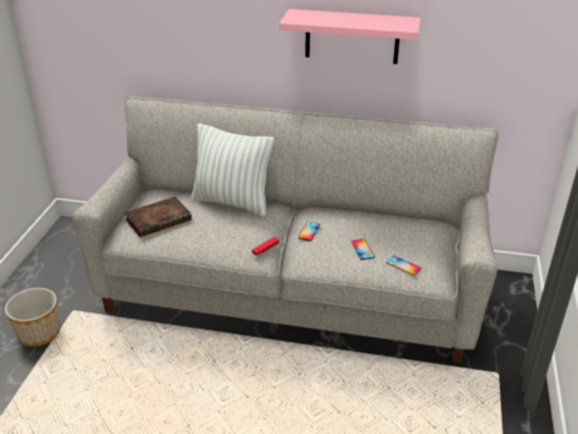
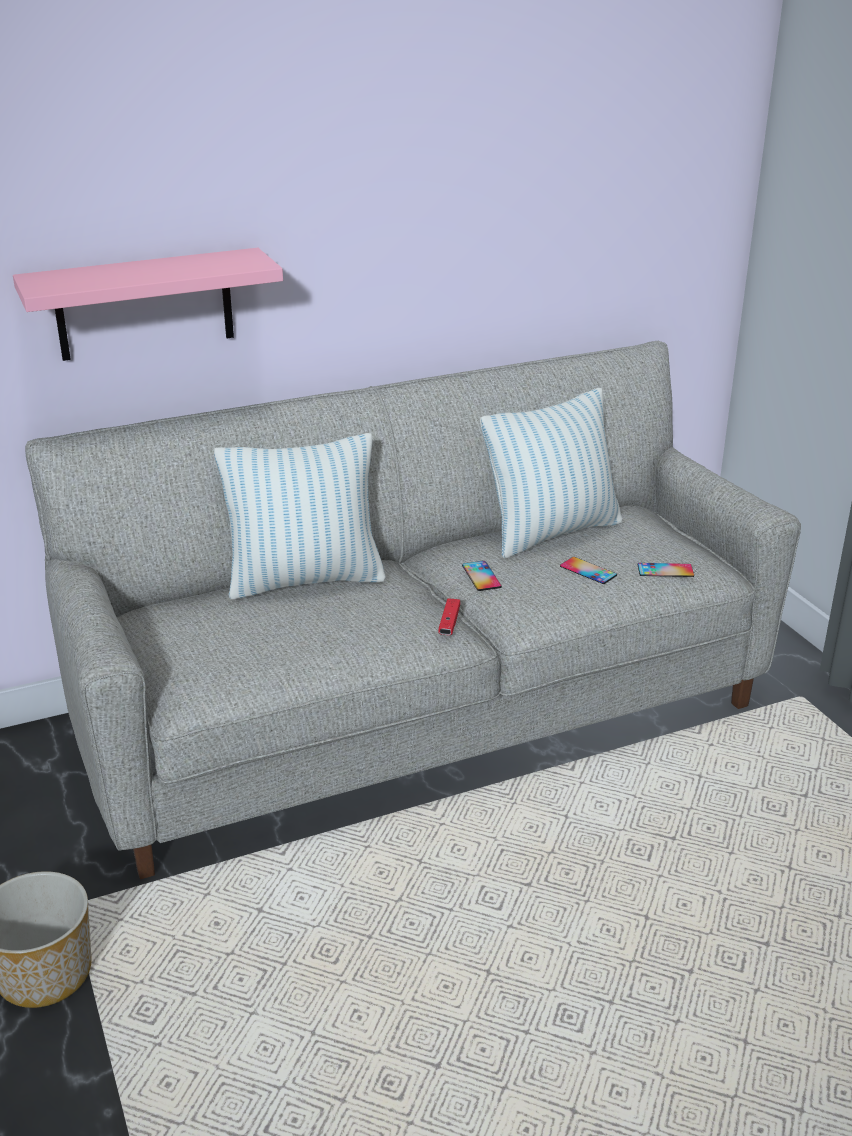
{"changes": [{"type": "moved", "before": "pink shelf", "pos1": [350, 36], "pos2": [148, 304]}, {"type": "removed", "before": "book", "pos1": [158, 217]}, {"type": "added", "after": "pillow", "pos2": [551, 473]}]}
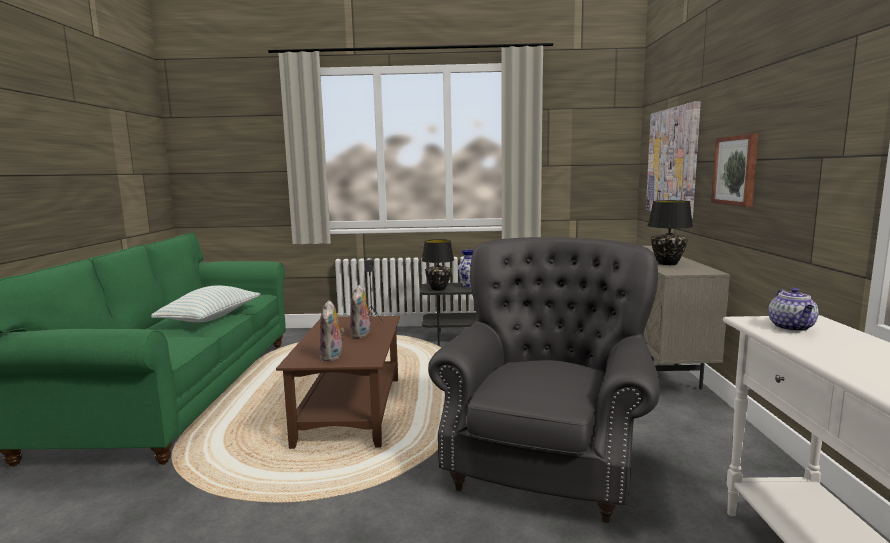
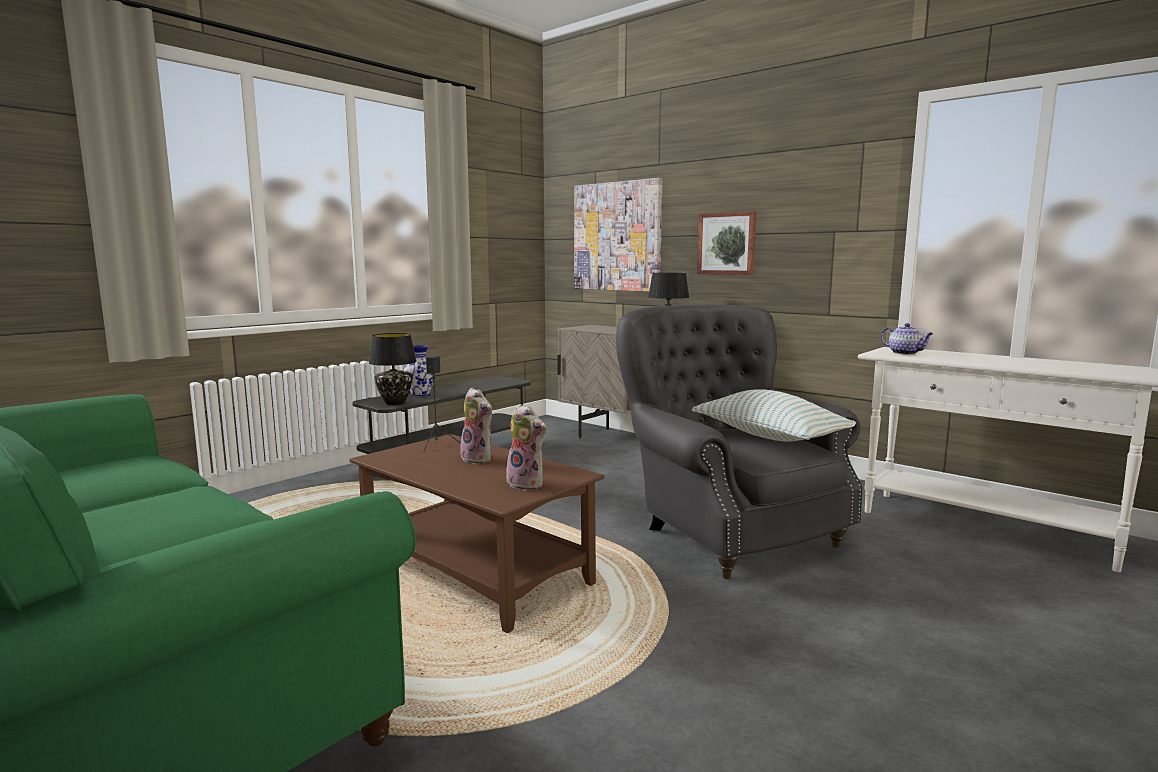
{"changes": [{"type": "moved", "before": "pillow", "pos1": [205, 304], "pos2": [774, 415]}]}
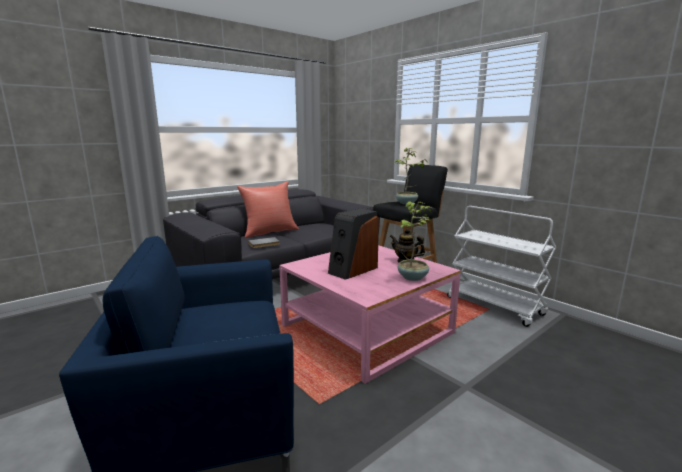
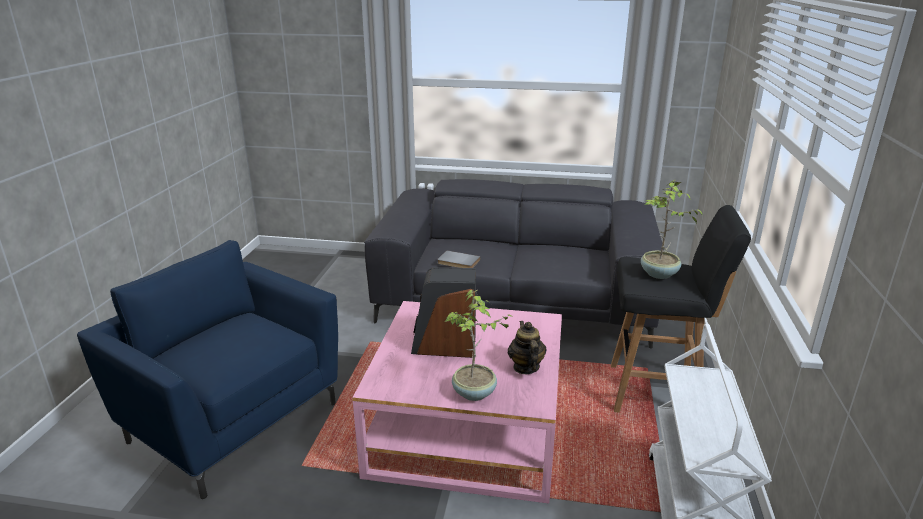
{"changes": [{"type": "removed", "before": "red pillow", "pos1": [268, 209]}]}
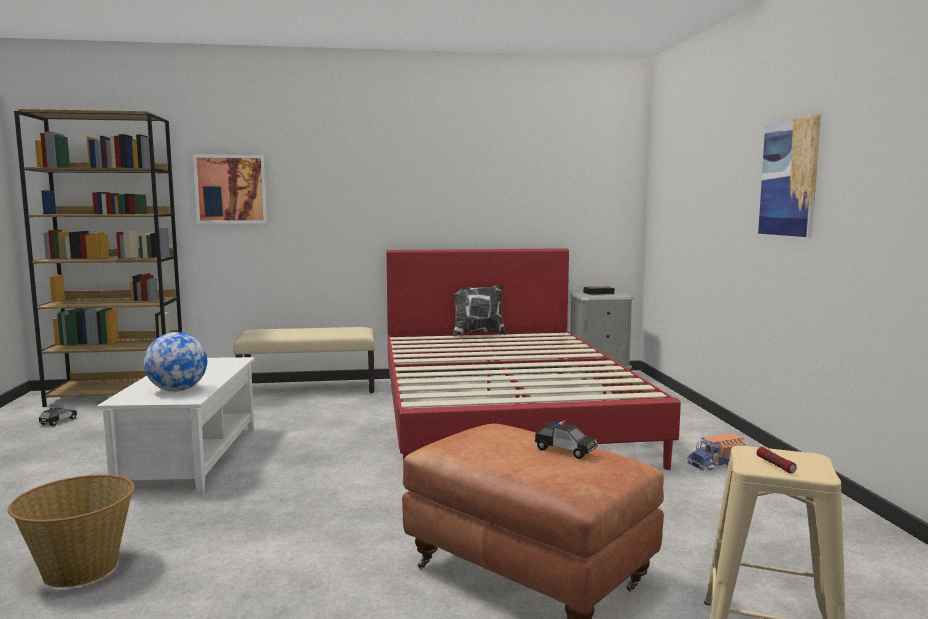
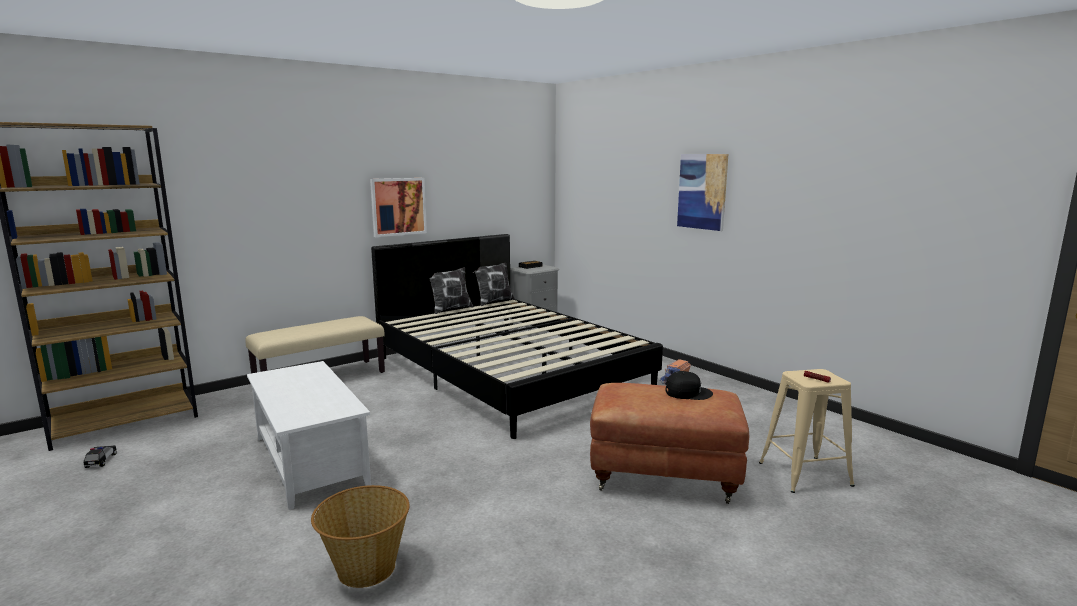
{"changes": [{"type": "moved", "before": "picture", "pos1": [230, 189], "pos2": [398, 207]}, {"type": "recoloured", "before": "red bed", "after": "black bed", "pos1": [533, 359], "pos2": [517, 336]}, {"type": "removed", "before": "globe", "pos1": [175, 361]}, {"type": "replaced", "before": "toy car", "after": "black cap", "pos1": [566, 440], "pos2": [689, 385]}, {"type": "added", "after": "pillow", "pos2": [493, 284]}]}
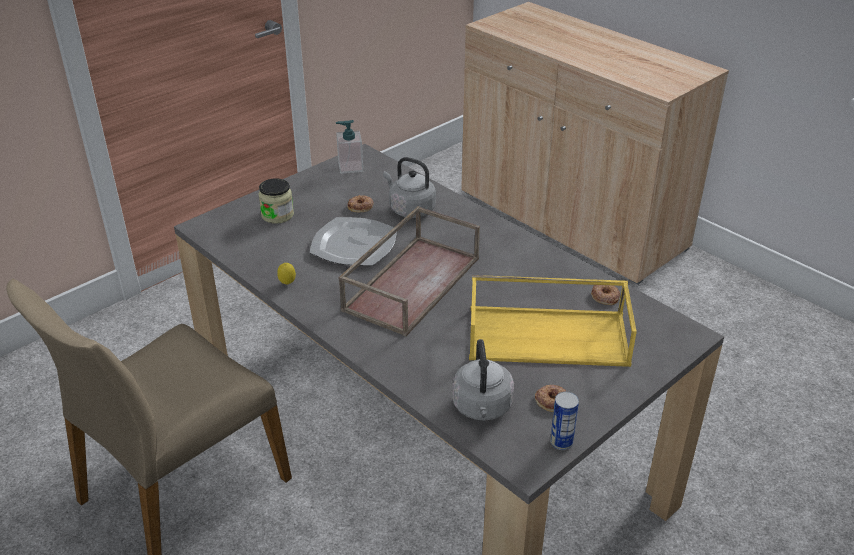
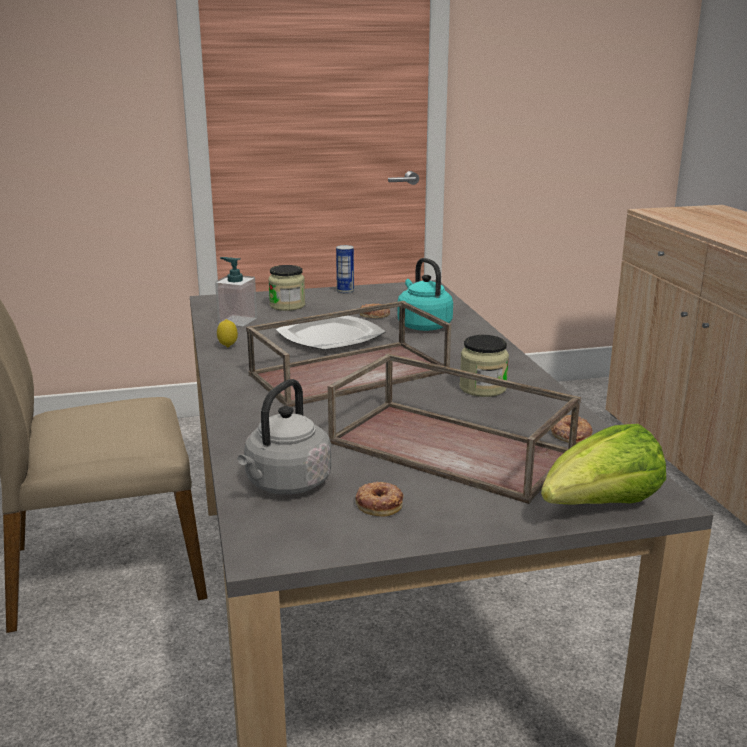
{"changes": [{"type": "moved", "before": "soap dispenser", "pos1": [349, 147], "pos2": [236, 291]}, {"type": "recoloured", "before": "grey kettle", "after": "turquoise kettle", "pos1": [409, 187], "pos2": [425, 294]}, {"type": "recoloured", "before": "yellow tray", "after": "brown tray", "pos1": [553, 321], "pos2": [454, 428]}, {"type": "moved", "before": "can", "pos1": [564, 421], "pos2": [345, 269]}, {"type": "added", "after": "jar", "pos2": [484, 366]}, {"type": "added", "after": "lettuce", "pos2": [603, 464]}]}
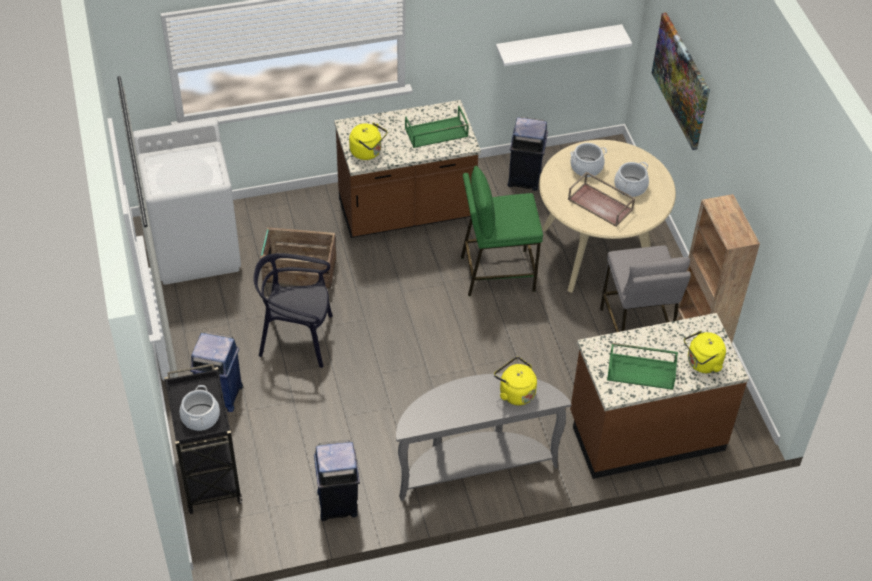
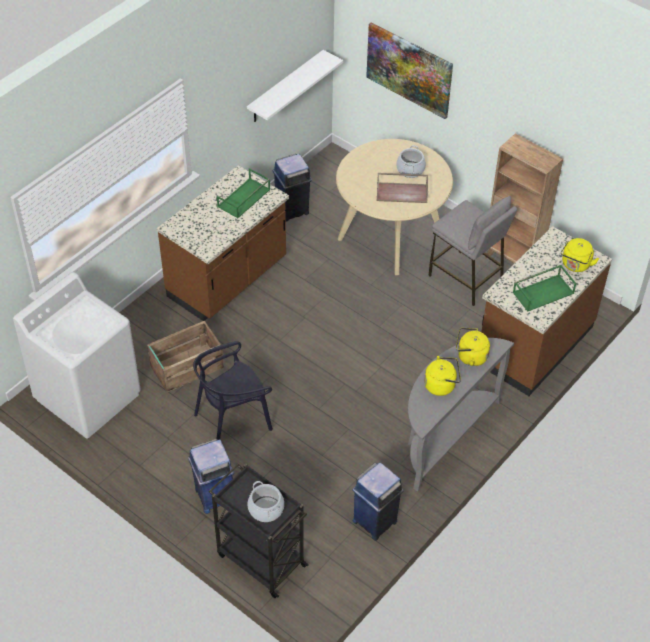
{"changes": [{"type": "moved", "before": "yellow kettle", "pos1": [368, 141], "pos2": [442, 376]}, {"type": "removed", "before": "cooking pot", "pos1": [588, 160]}, {"type": "removed", "before": "green stool", "pos1": [502, 231]}]}
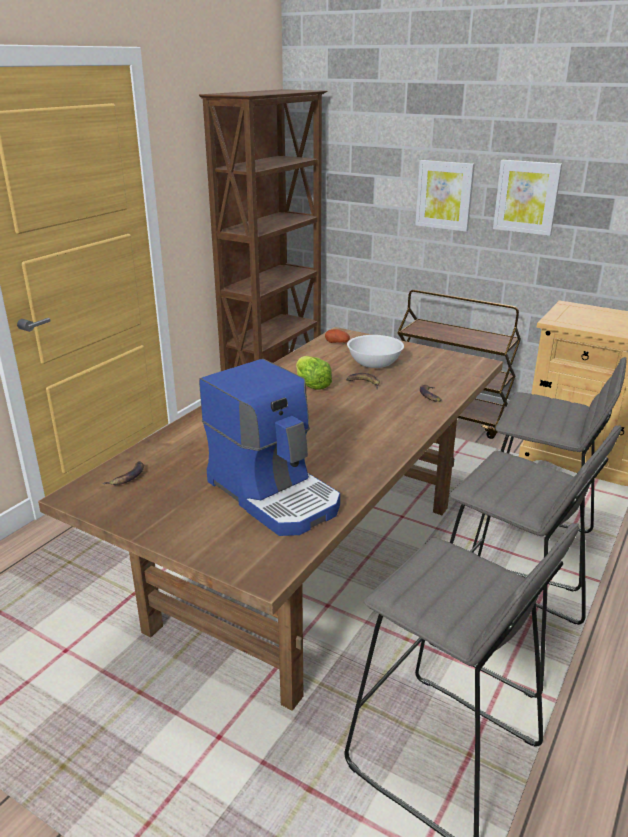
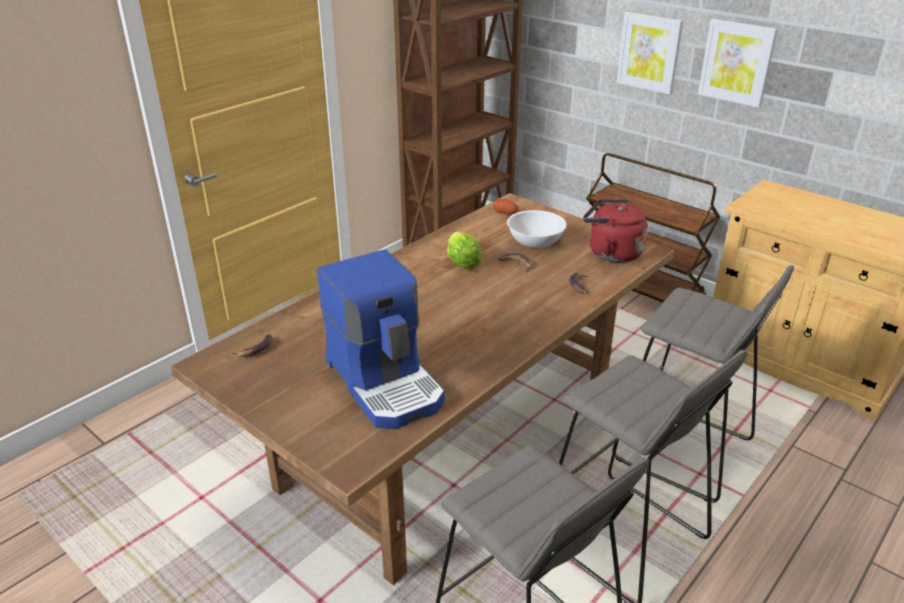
{"changes": [{"type": "added", "after": "red kettle", "pos2": [615, 231]}]}
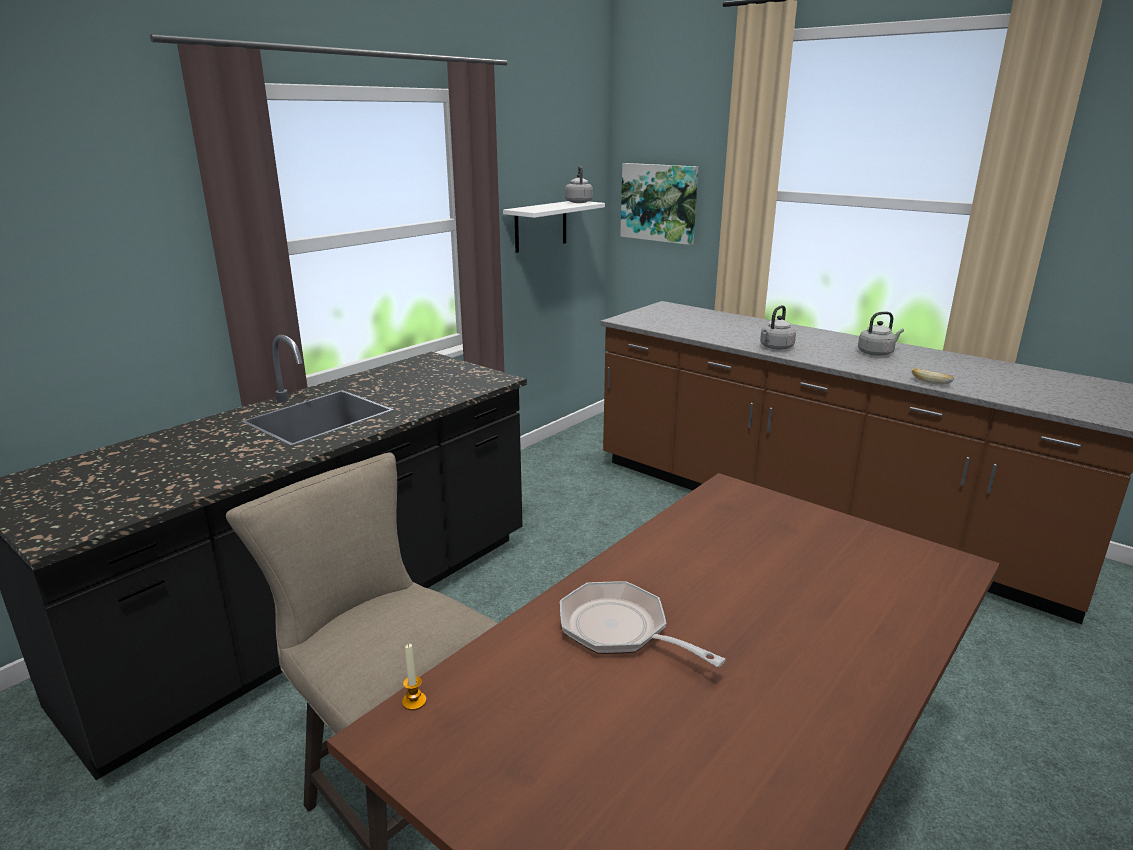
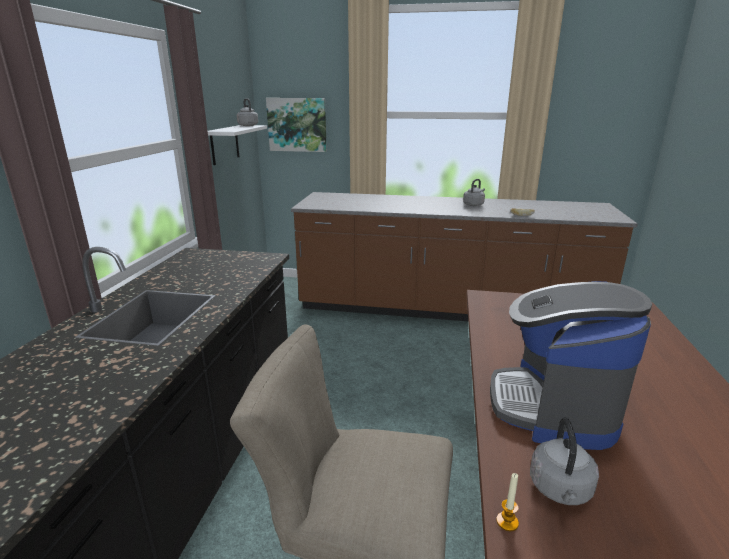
{"changes": [{"type": "moved", "before": "grey kettle", "pos1": [778, 327], "pos2": [564, 461]}, {"type": "replaced", "before": "frying pan", "after": "coffee machine", "pos1": [642, 624], "pos2": [571, 365]}]}
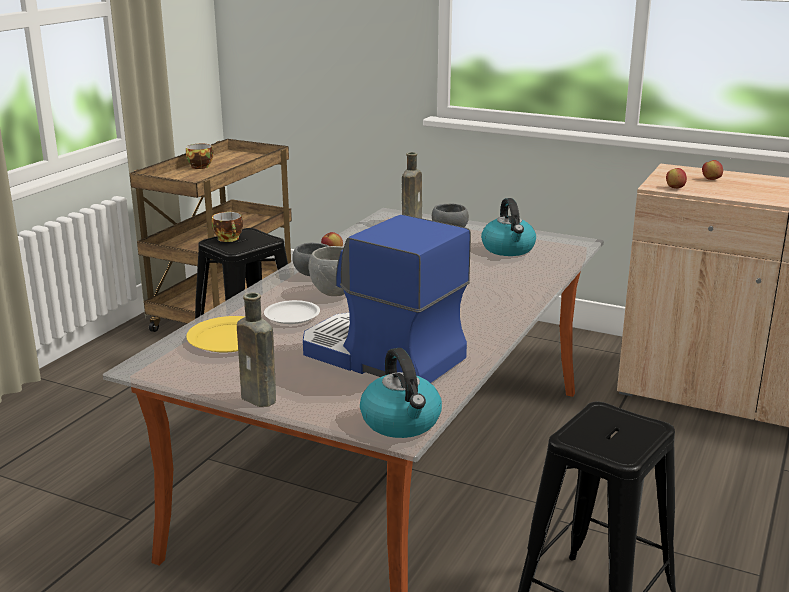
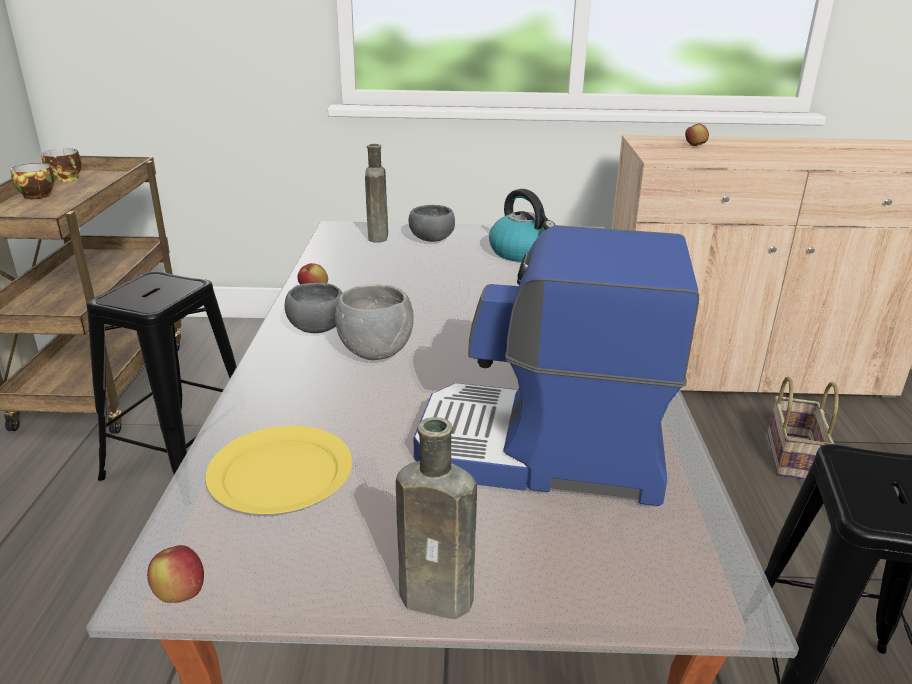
{"changes": [{"type": "moved", "before": "apple", "pos1": [676, 178], "pos2": [175, 574]}, {"type": "moved", "before": "cup", "pos1": [227, 227], "pos2": [61, 165]}, {"type": "removed", "before": "white plate", "pos1": [292, 312]}, {"type": "removed", "before": "kettle", "pos1": [401, 393]}, {"type": "added", "after": "basket", "pos2": [803, 428]}]}
